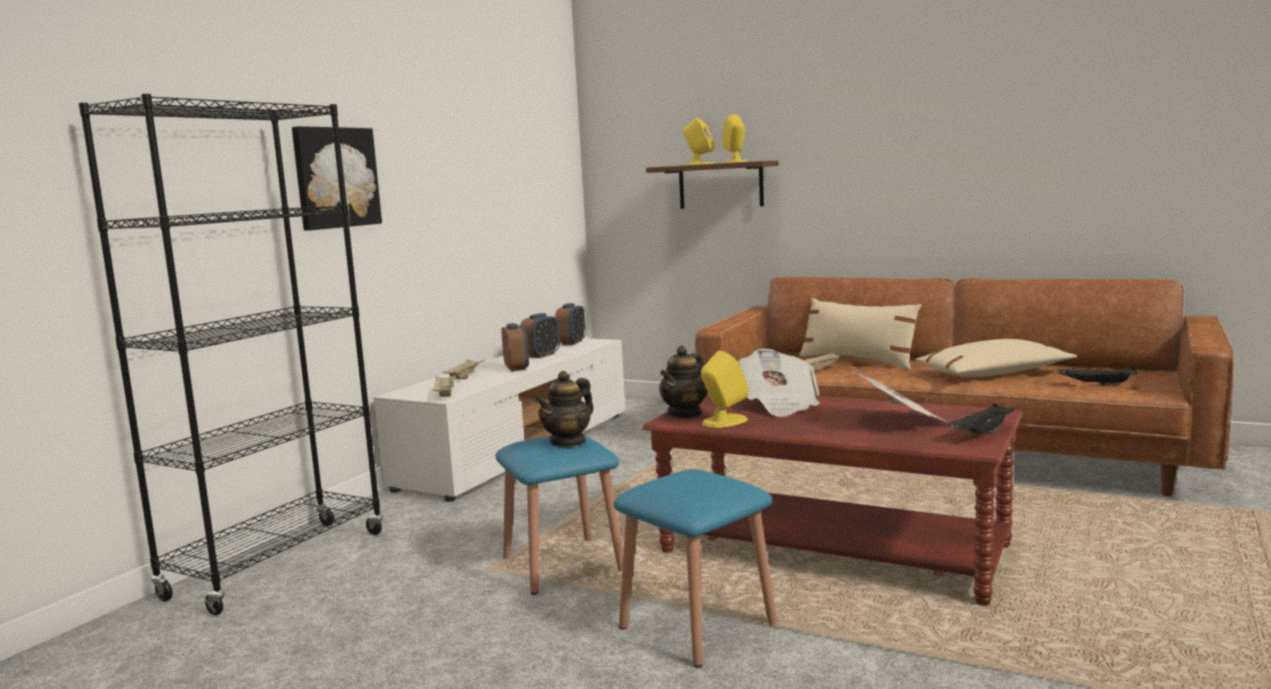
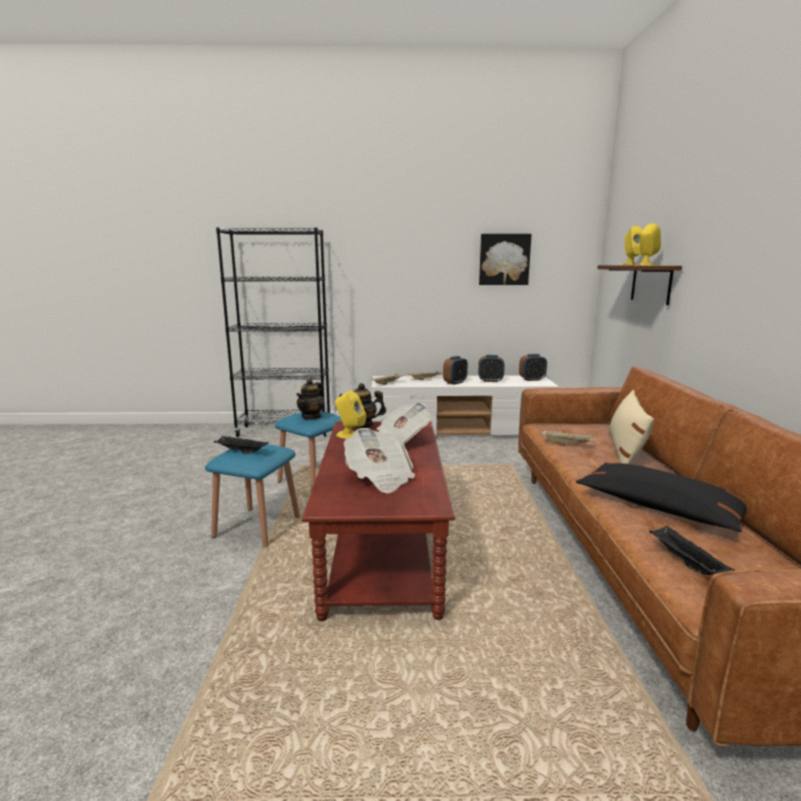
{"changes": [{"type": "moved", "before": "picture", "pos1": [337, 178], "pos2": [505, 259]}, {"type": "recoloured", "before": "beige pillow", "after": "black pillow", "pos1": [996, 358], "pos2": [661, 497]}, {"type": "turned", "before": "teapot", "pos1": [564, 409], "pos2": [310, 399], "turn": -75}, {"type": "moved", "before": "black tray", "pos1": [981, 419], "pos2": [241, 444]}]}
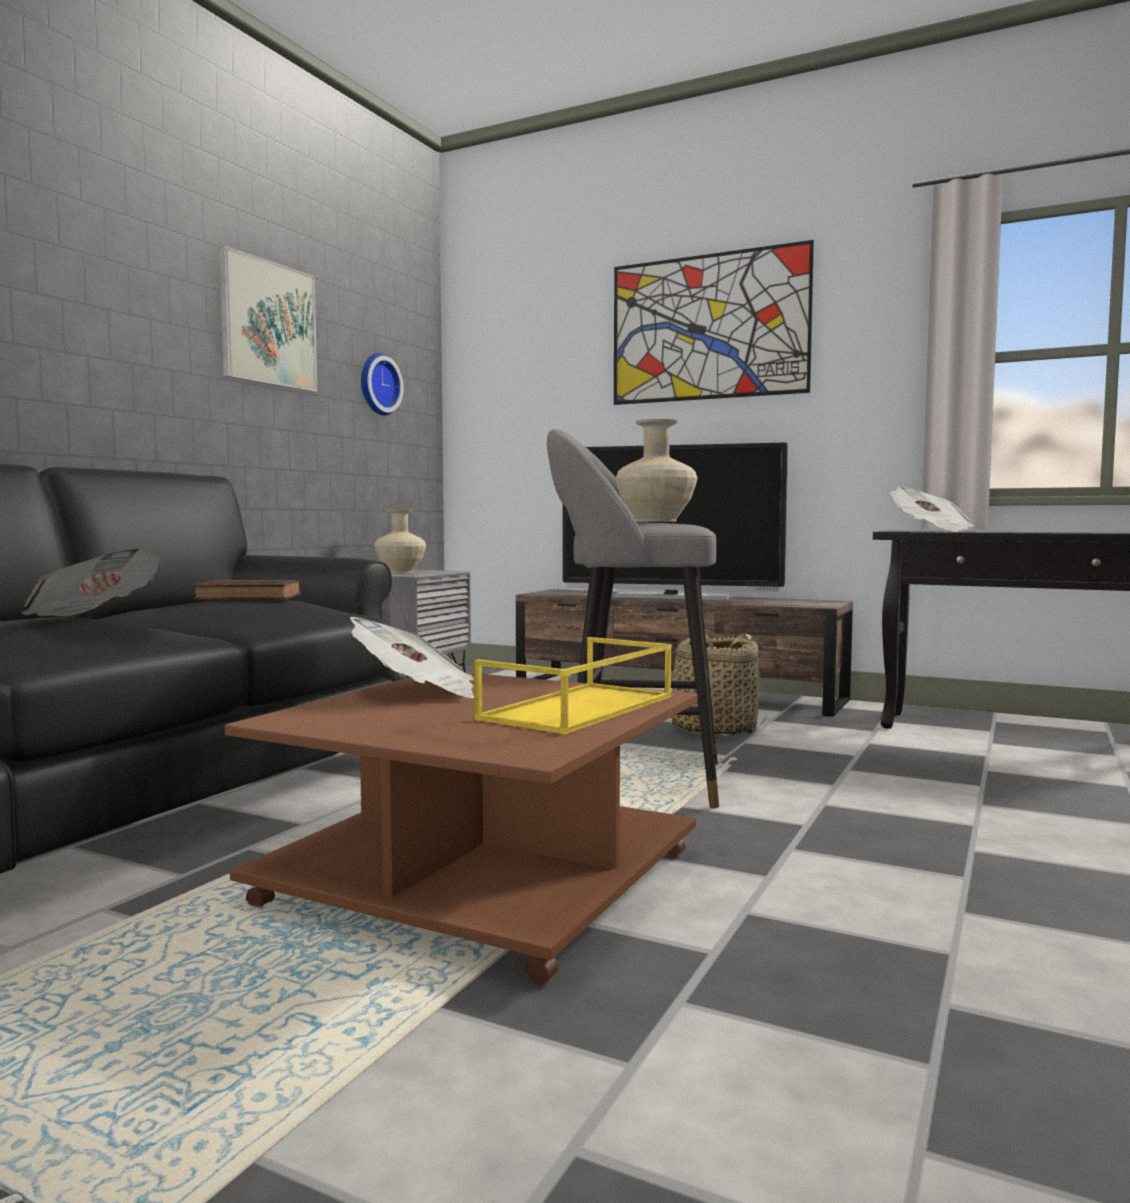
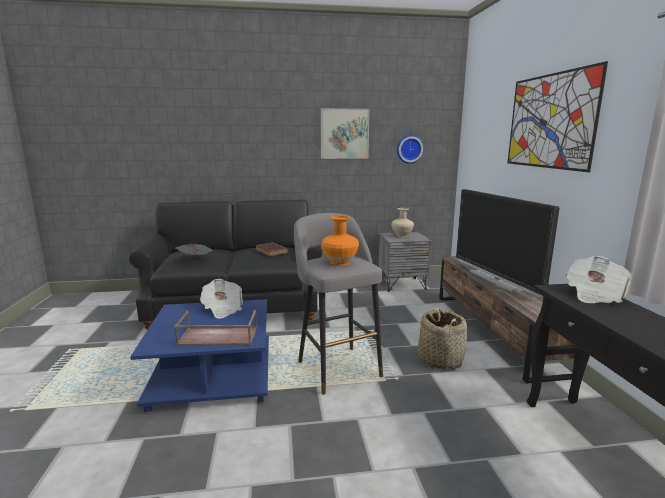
{"changes": [{"type": "recoloured", "before": "beige vase", "after": "orange vase", "pos1": [657, 470], "pos2": [340, 241]}, {"type": "recoloured", "before": "yellow tray", "after": "brown tray", "pos1": [573, 686], "pos2": [215, 328]}, {"type": "recoloured", "before": "brown coffee table", "after": "blue coffee table", "pos1": [461, 828], "pos2": [199, 355]}]}
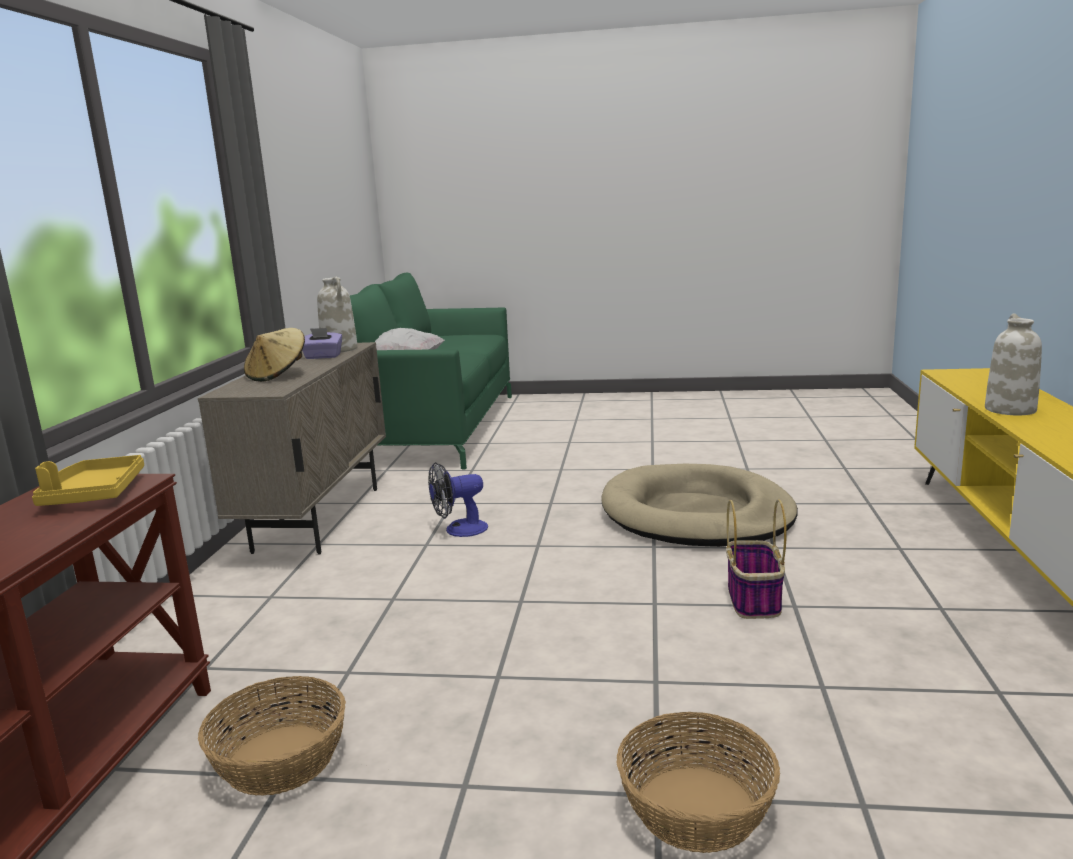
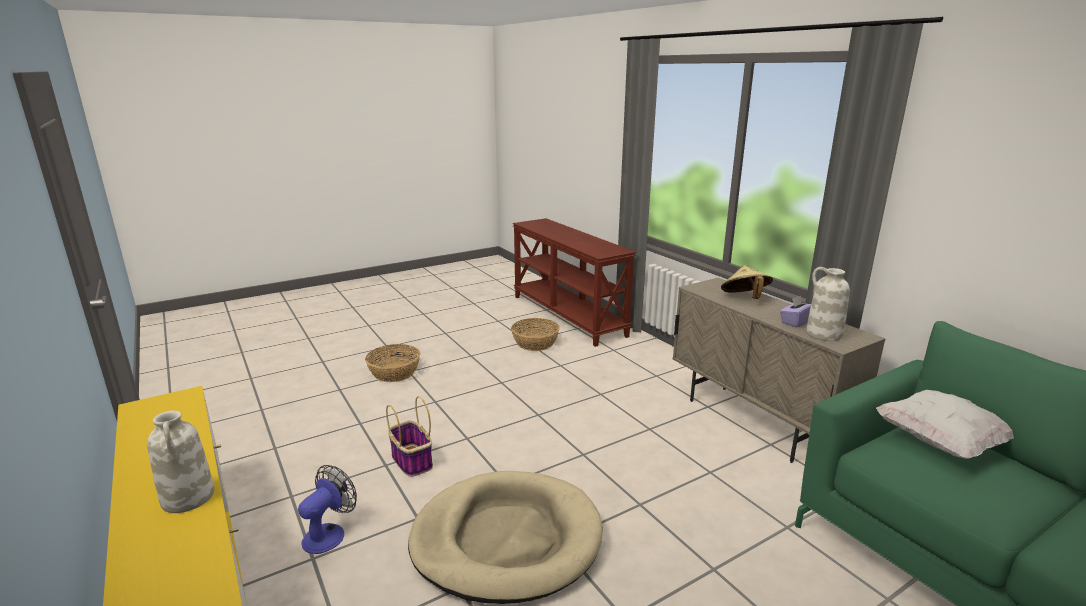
{"changes": [{"type": "removed", "before": "yellow tray", "pos1": [88, 480]}, {"type": "moved", "before": "fan", "pos1": [458, 499], "pos2": [327, 509]}]}
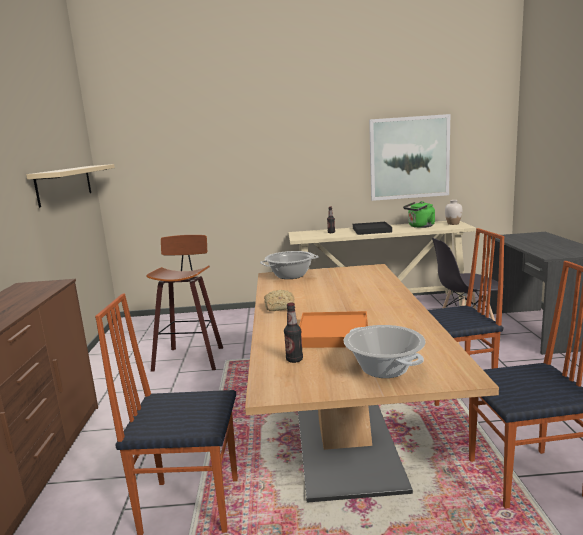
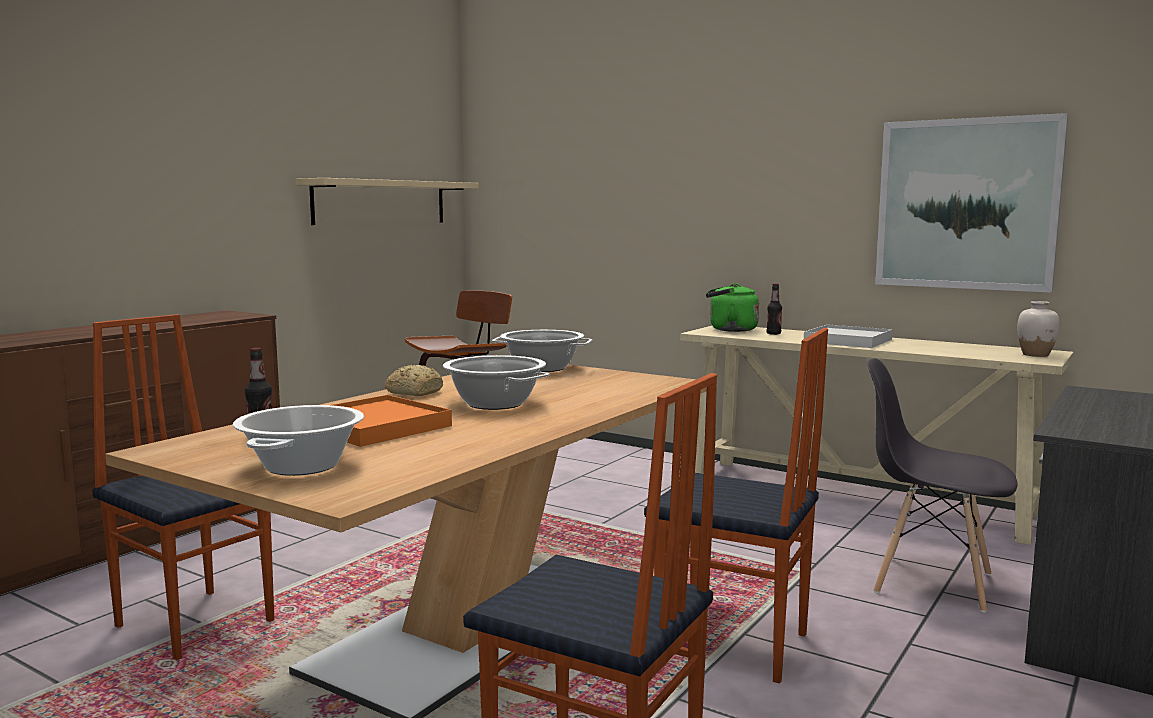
{"changes": [{"type": "moved", "before": "green kettle", "pos1": [419, 214], "pos2": [732, 307]}, {"type": "recoloured", "before": "black tray", "after": "white tray", "pos1": [372, 228], "pos2": [848, 336]}, {"type": "added", "after": "cooking pot", "pos2": [496, 382]}]}
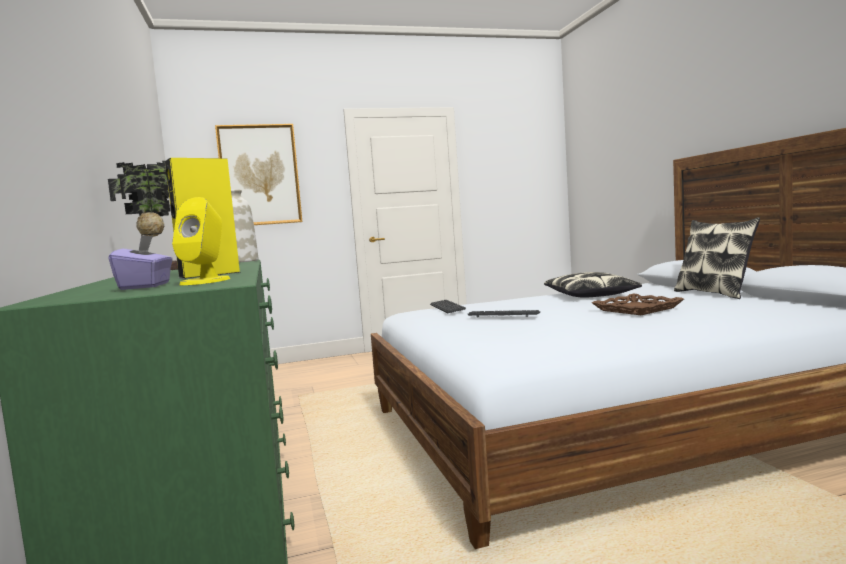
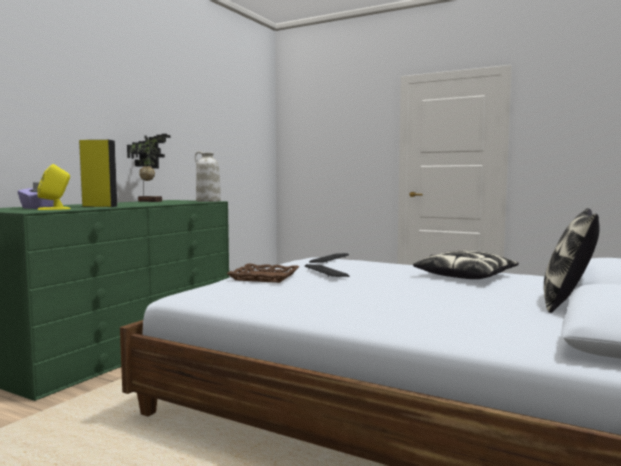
{"changes": [{"type": "removed", "before": "picture", "pos1": [258, 174]}, {"type": "moved", "before": "brown tray", "pos1": [638, 304], "pos2": [263, 273]}]}
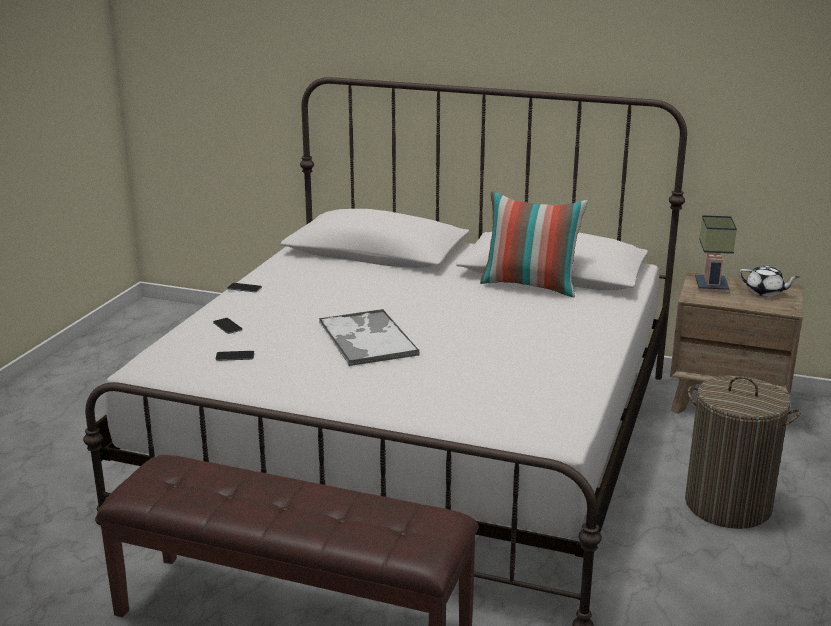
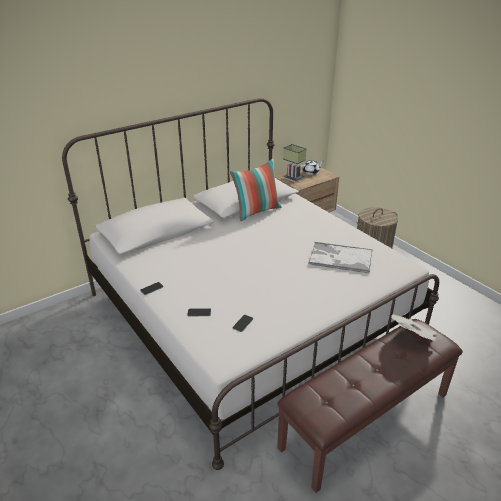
{"changes": [{"type": "moved", "before": "tray", "pos1": [369, 337], "pos2": [340, 258]}, {"type": "added", "after": "newspaper", "pos2": [414, 327]}]}
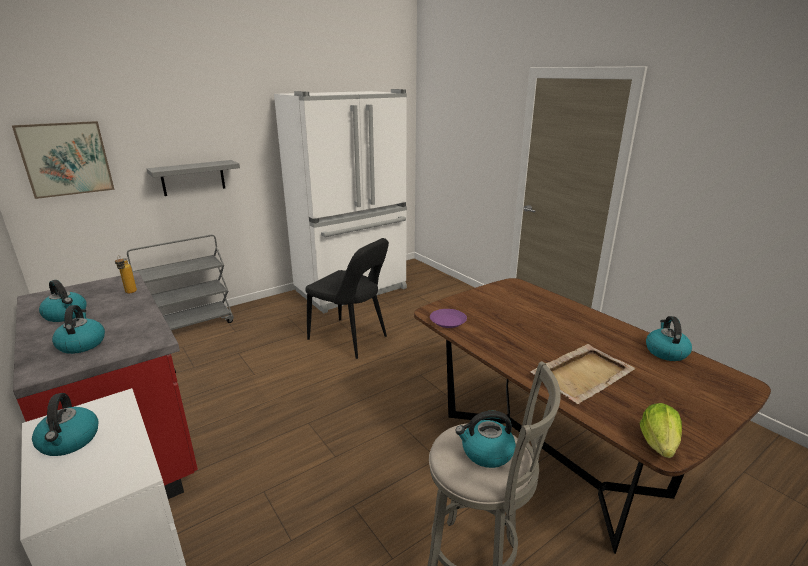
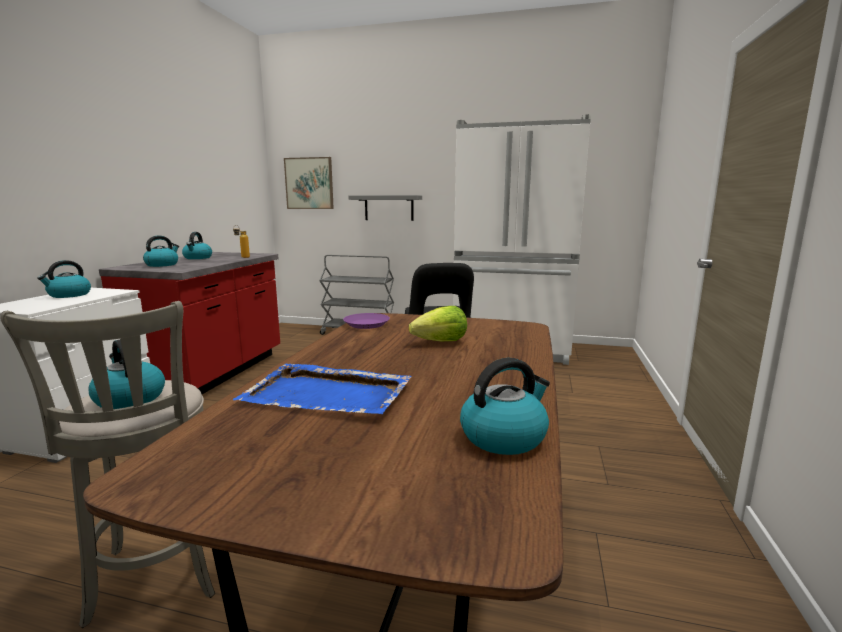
{"changes": [{"type": "recoloured", "before": "beige tray", "after": "blue tray", "pos1": [583, 374], "pos2": [322, 389]}, {"type": "moved", "before": "lettuce", "pos1": [661, 430], "pos2": [438, 323]}]}
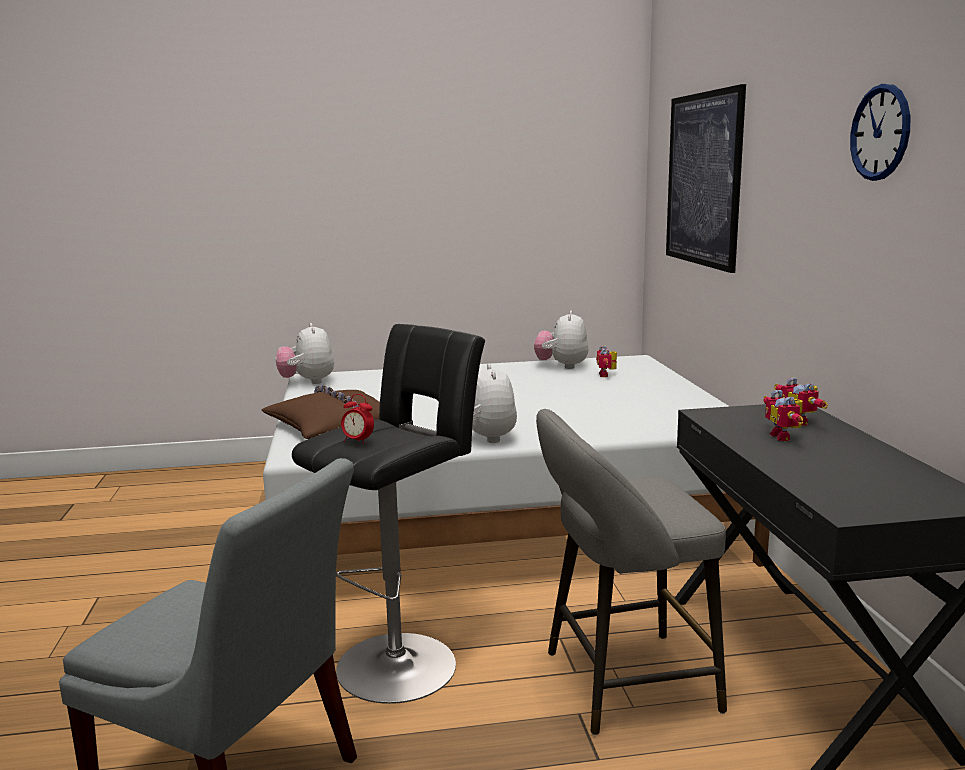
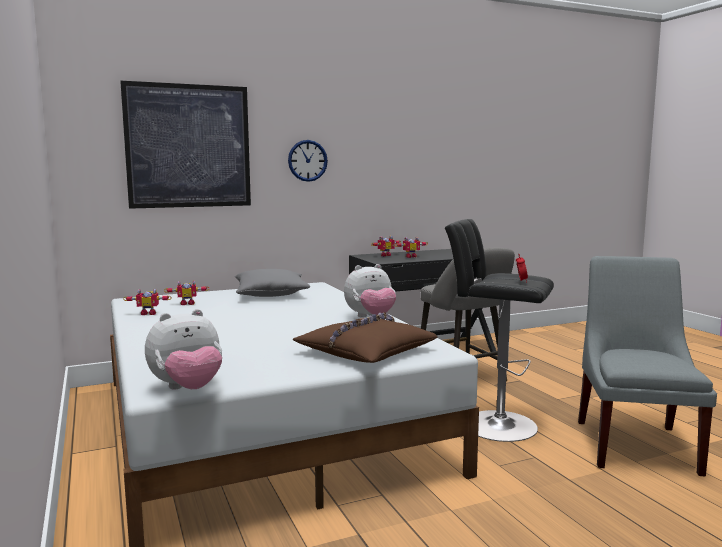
{"changes": [{"type": "moved", "before": "wall clock", "pos1": [880, 132], "pos2": [308, 161]}, {"type": "replaced", "before": "plush toy", "after": "toy robot", "pos1": [561, 339], "pos2": [147, 302]}, {"type": "added", "after": "grey pillow", "pos2": [272, 283]}]}
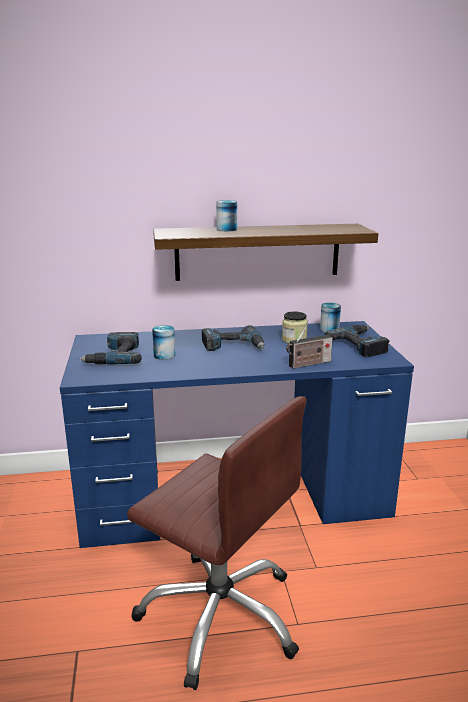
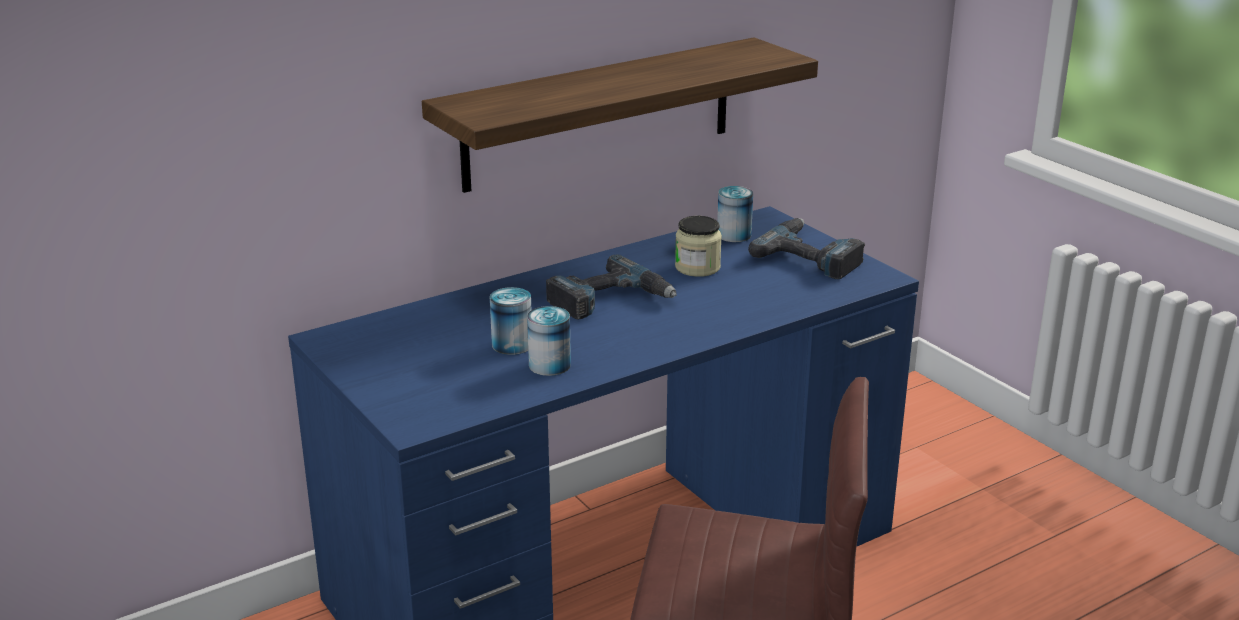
{"changes": [{"type": "moved", "before": "can", "pos1": [226, 215], "pos2": [549, 341]}, {"type": "removed", "before": "radio", "pos1": [309, 347]}, {"type": "removed", "before": "power drill", "pos1": [110, 348]}]}
